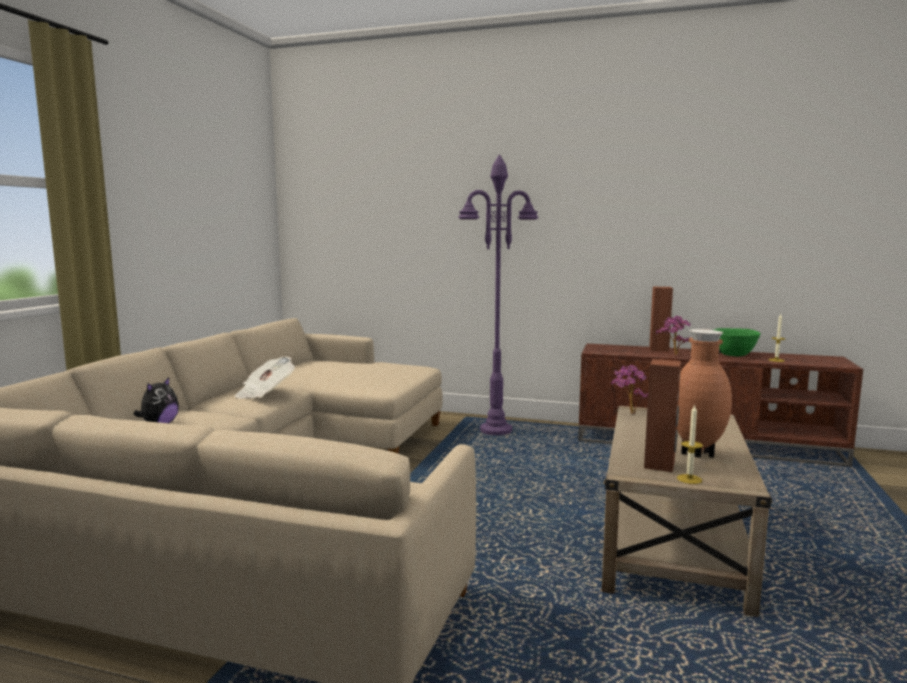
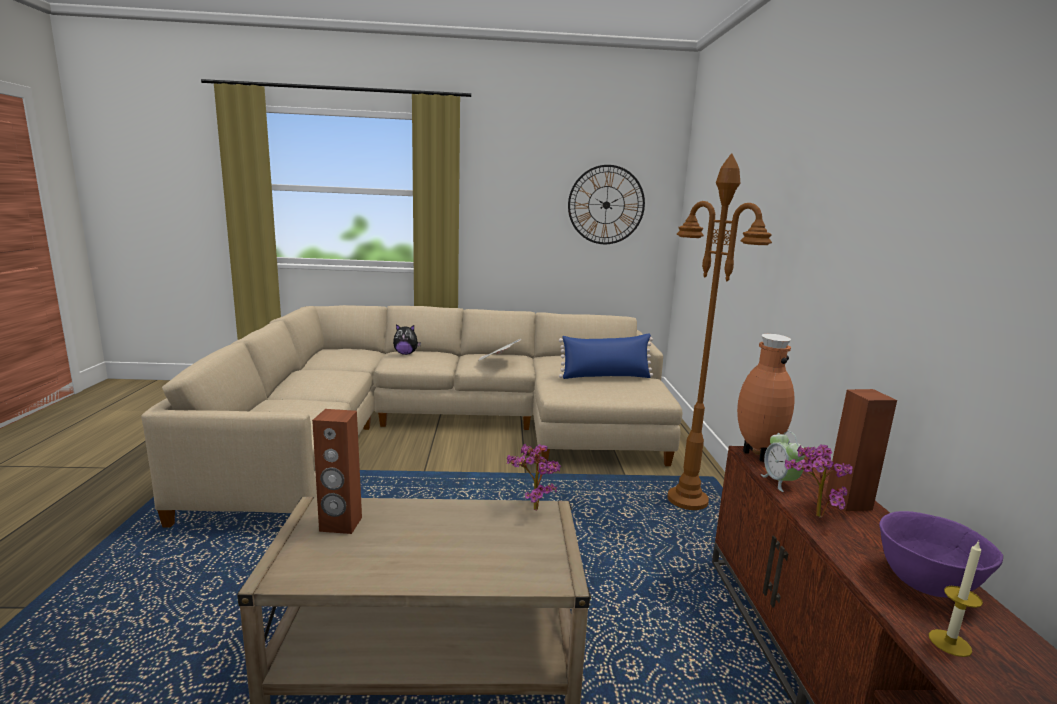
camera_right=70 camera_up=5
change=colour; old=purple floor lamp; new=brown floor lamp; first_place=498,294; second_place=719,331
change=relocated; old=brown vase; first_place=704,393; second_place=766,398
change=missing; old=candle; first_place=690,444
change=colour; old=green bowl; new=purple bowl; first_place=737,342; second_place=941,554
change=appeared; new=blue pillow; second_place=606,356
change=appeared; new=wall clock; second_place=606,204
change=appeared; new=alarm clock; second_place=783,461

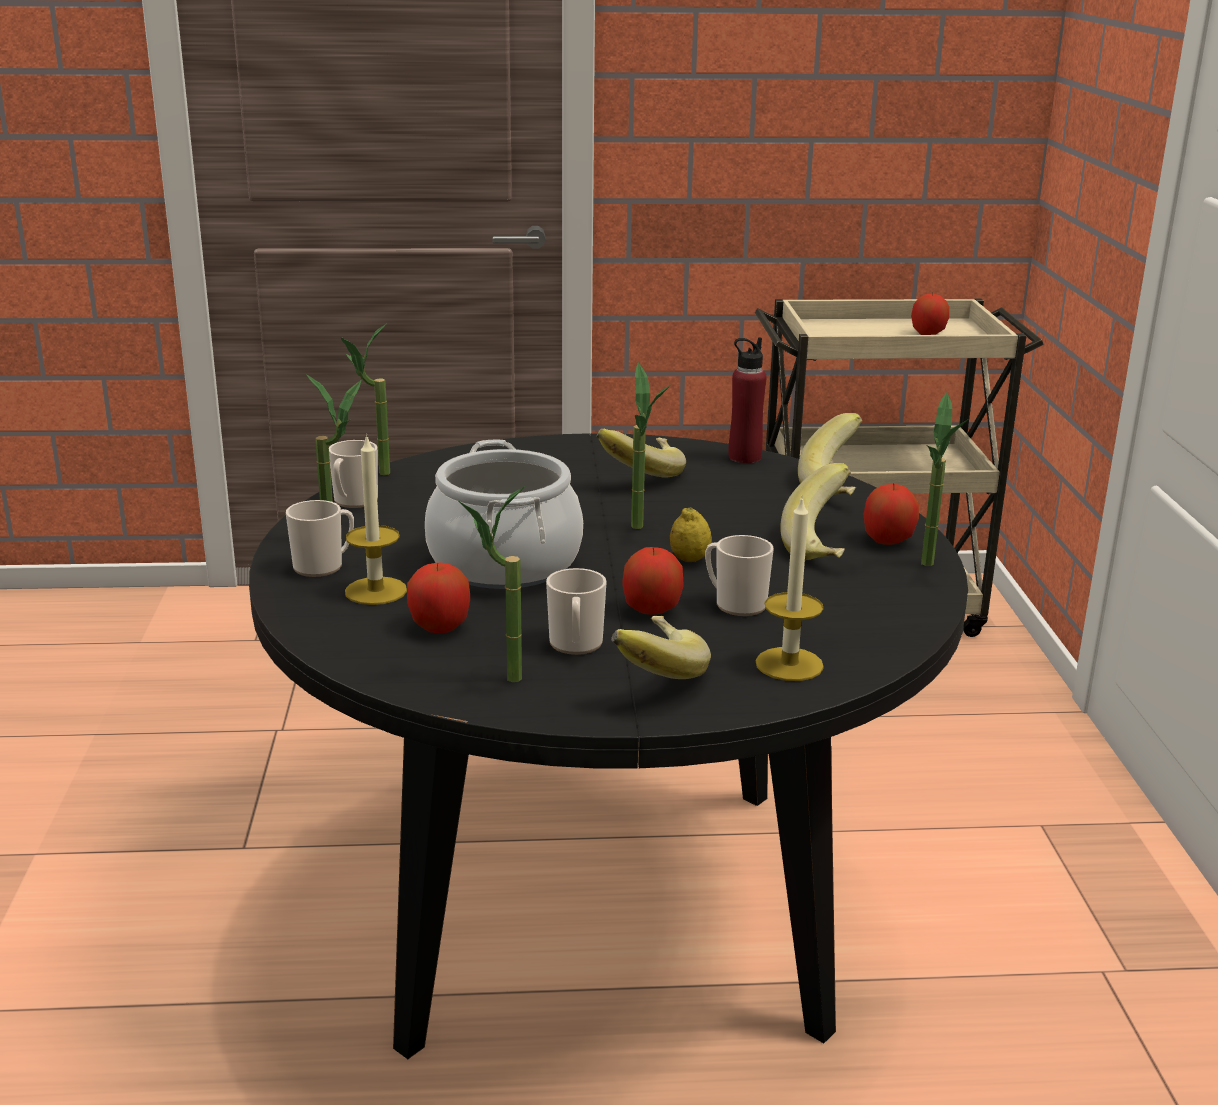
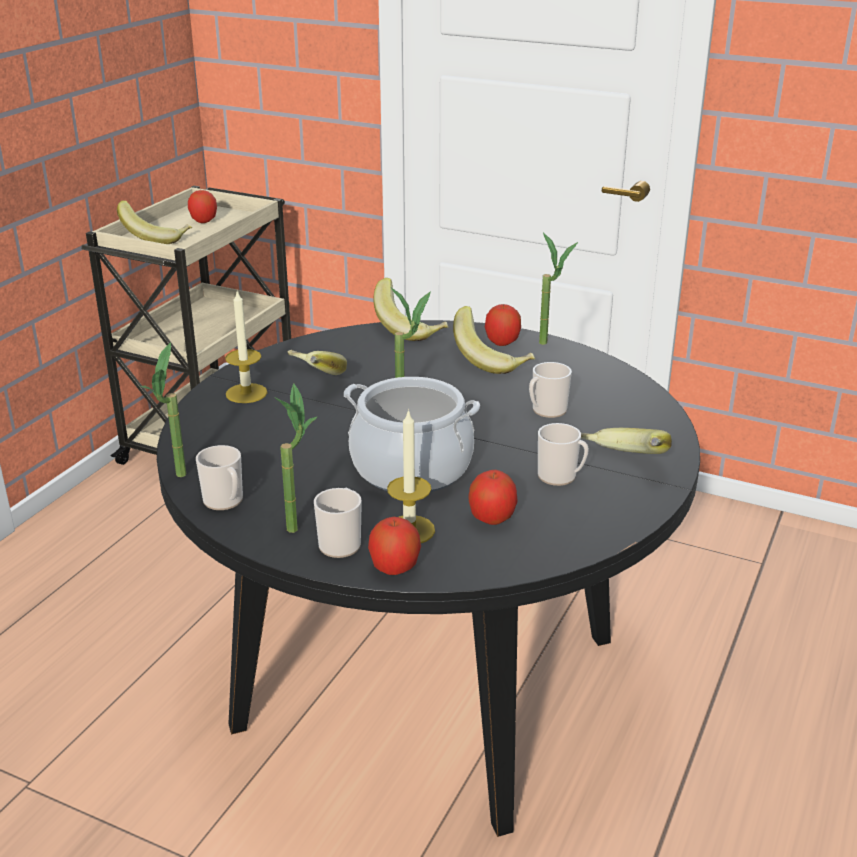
camera_right=-60 camera_up=5
change=missing; old=potted plant; first_place=492,584
change=relocated; old=apple; first_place=653,581; second_place=394,546
change=missing; old=lemon; first_place=691,534
change=missing; old=red bottle; first_place=747,400
change=relocated; old=candle; first_place=790,589; second_place=246,347
change=appeared; new=banana; second_place=154,222

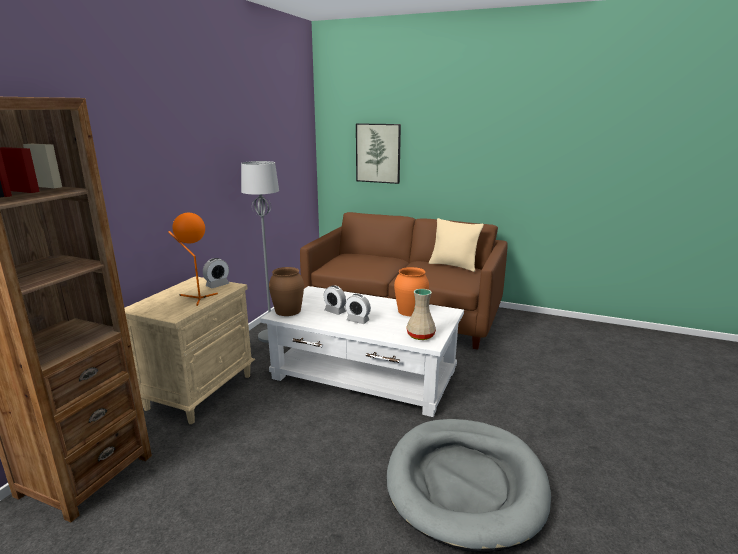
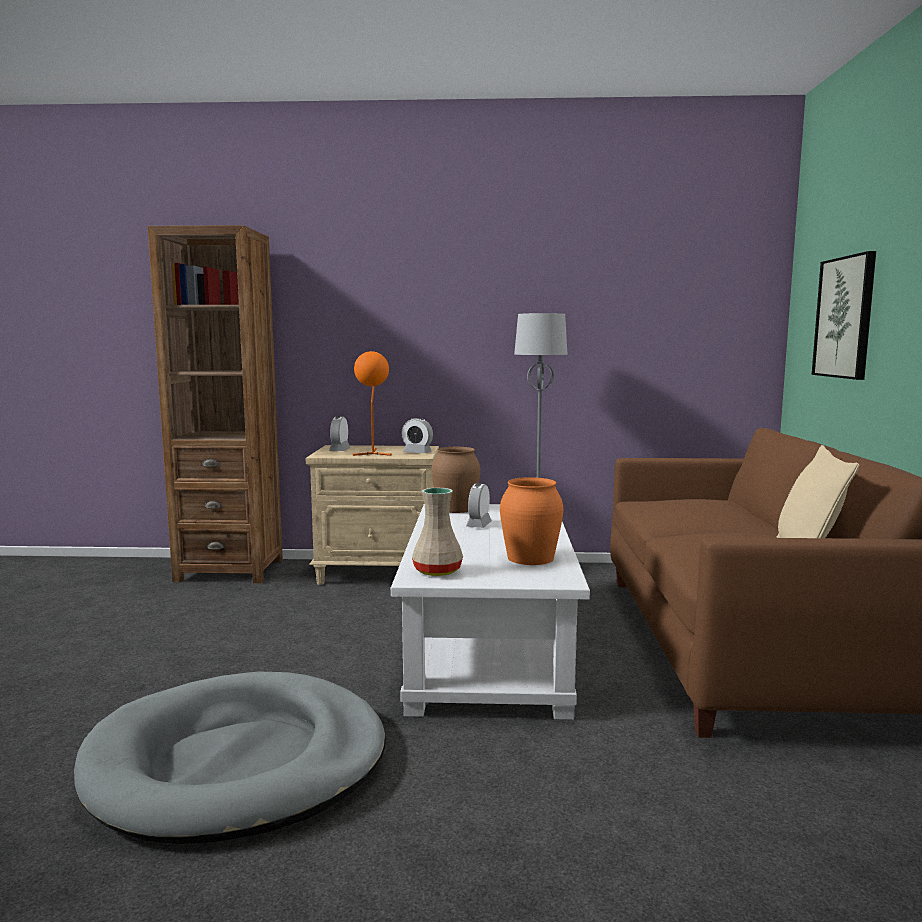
camera_right=70 camera_up=-10
change=relocated; old=alarm clock; first_place=358,309; second_place=340,433

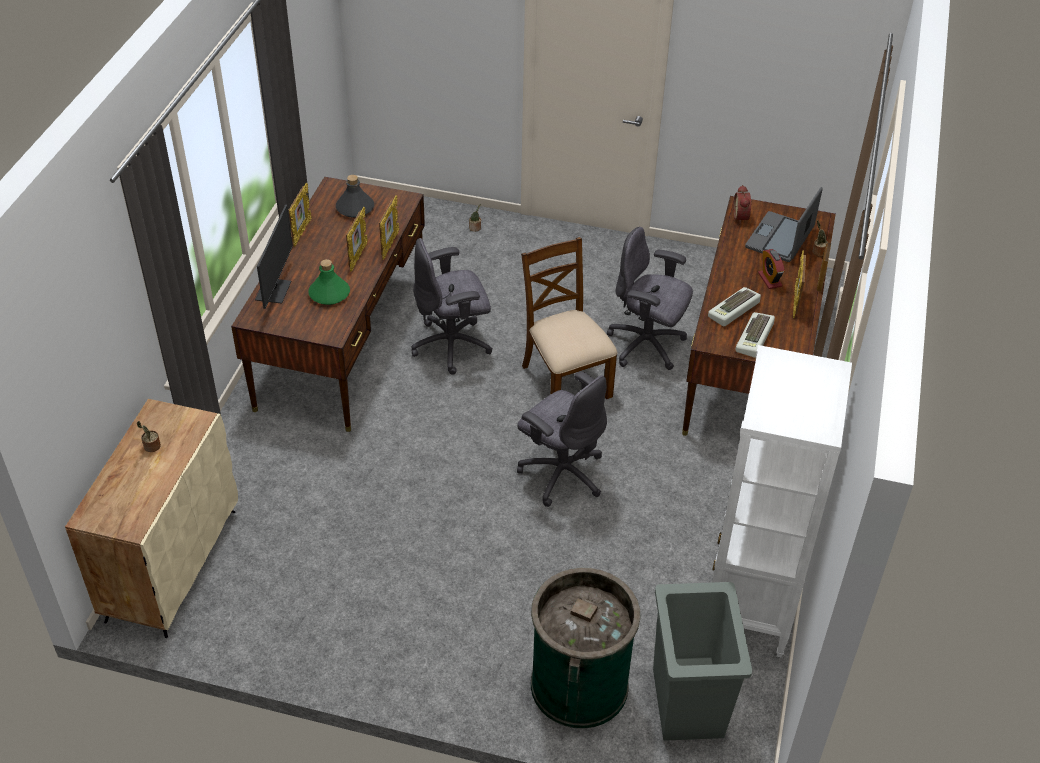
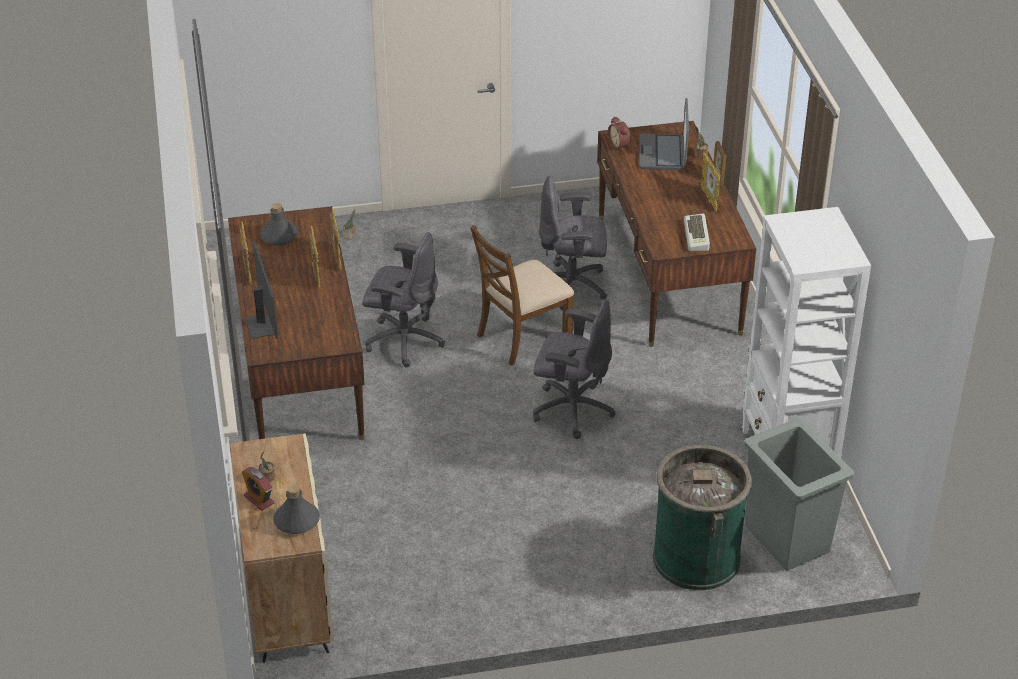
camera_right=-25 camera_up=-5
change=missing; old=green bottle; first_place=329,282
change=spun; old=grey office chair; first_place=452,306; second_place=404,299; degrees=-120
change=spun; old=brown chair; first_place=569,318; second_place=522,295; degrees=-75
change=missing; old=keyboard; first_place=734,306
change=relocated; old=alarm clock; first_place=771,269; second_place=258,489
change=appeared; new=grey bottle; second_place=296,509

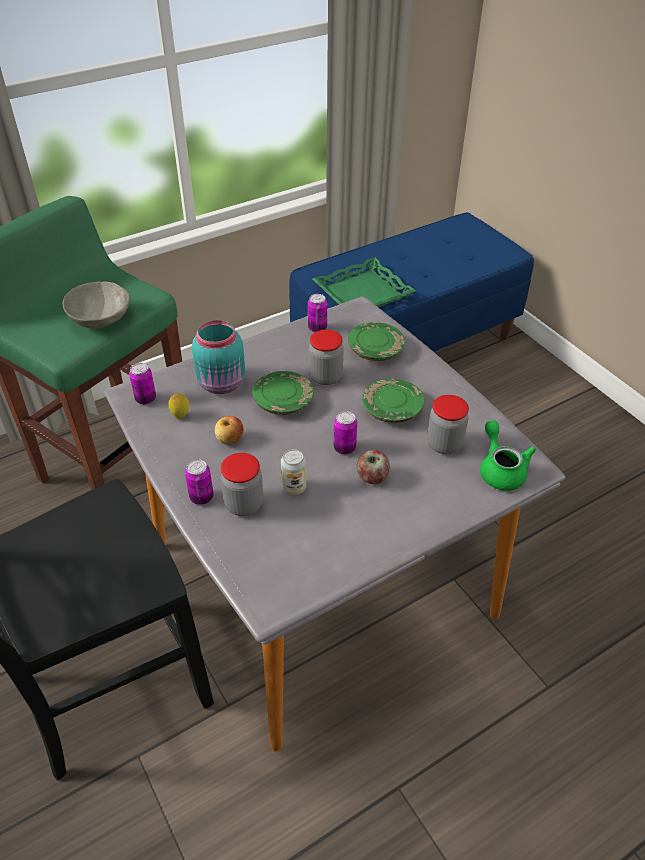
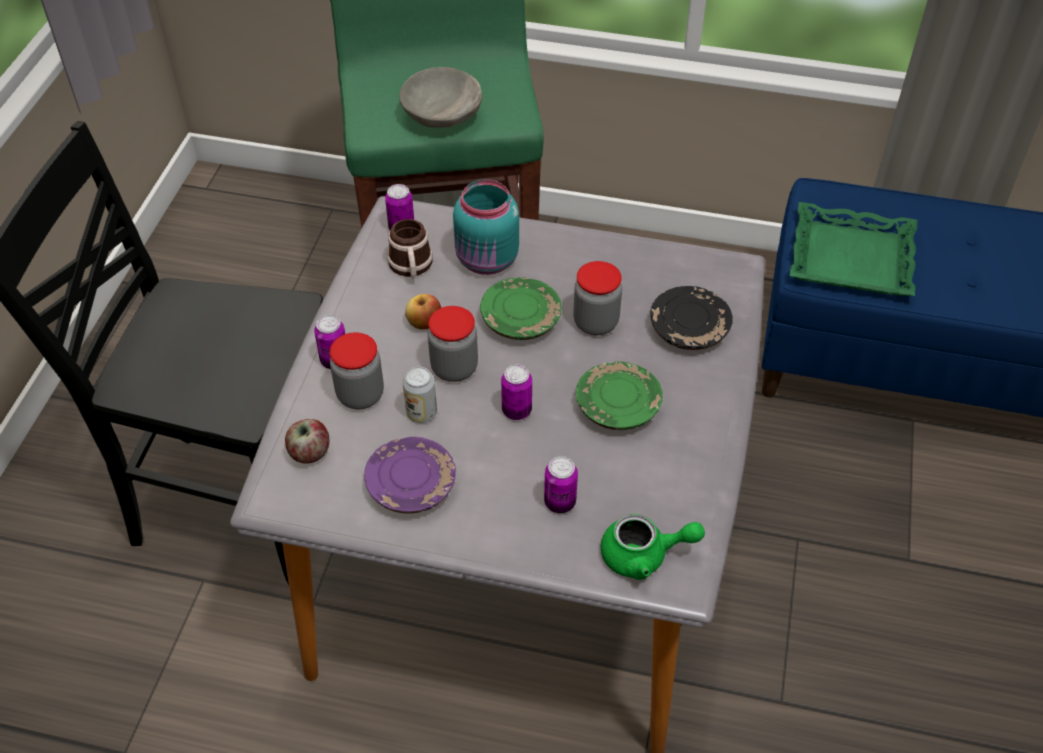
camera_right=45 camera_up=5
change=exchanged; old=lemon; new=mug; first_place=179,406; second_place=410,248
change=relocated; old=can; first_place=317,313; second_place=561,484
change=colour; old=green plate; new=black plate; first_place=376,341; second_place=691,318
change=relocated; old=apple; first_place=373,467; second_place=307,441
change=relocated; old=jar; first_place=448,424; second_place=453,344
change=spun; old=green teapot; first_place=508,456; second_place=653,547; degrees=60
change=appeared; new=purple plate; second_place=410,475

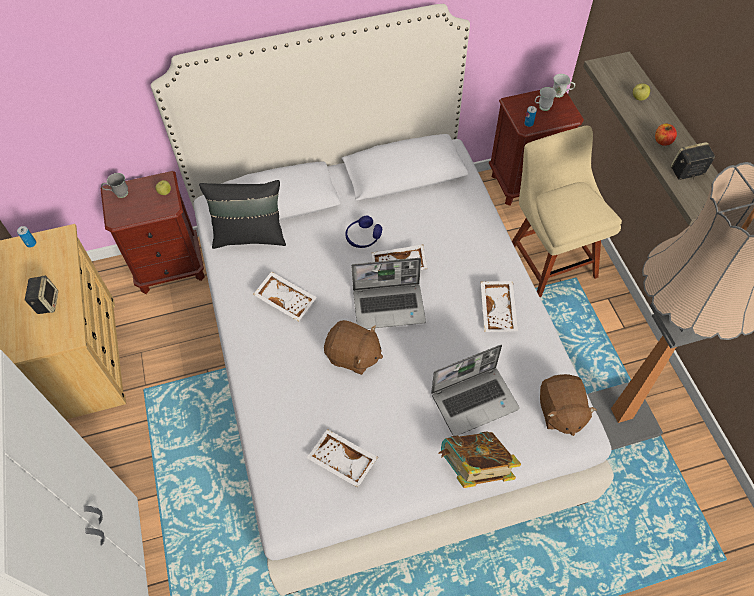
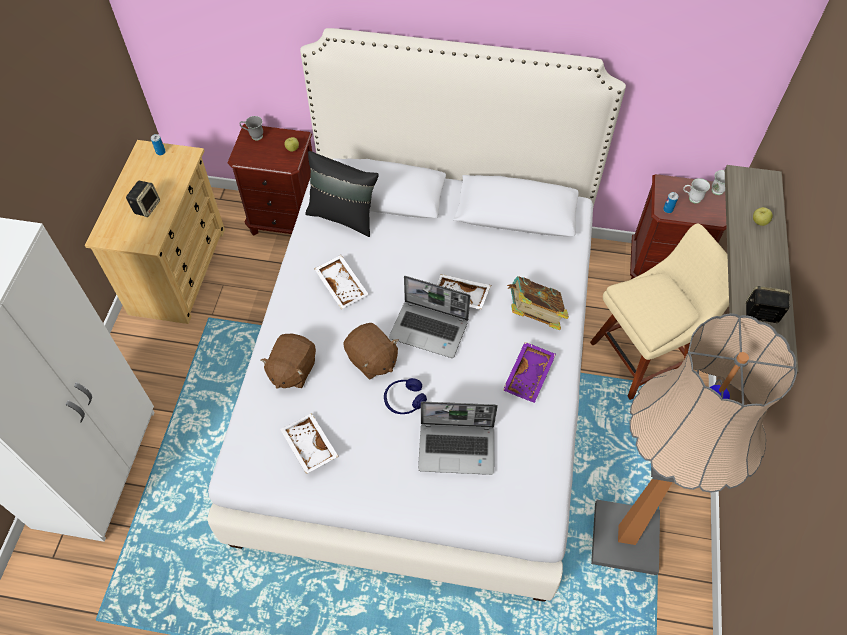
camera_right=25 camera_up=0
change=relocated; old=blue headphones; first_place=363,232; second_place=405,396
change=relocated; old=book; first_place=479,459; second_place=538,303
change=colour; old=white tray; new=purple tray; first_place=499,306; second_place=529,372
change=spun; old=beige chair; first_place=567,211; second_place=659,311; degrees=60
change=relocated; old=brown plush toy; first_place=568,405; second_place=288,361
change=missing; old=apple; first_place=666,134

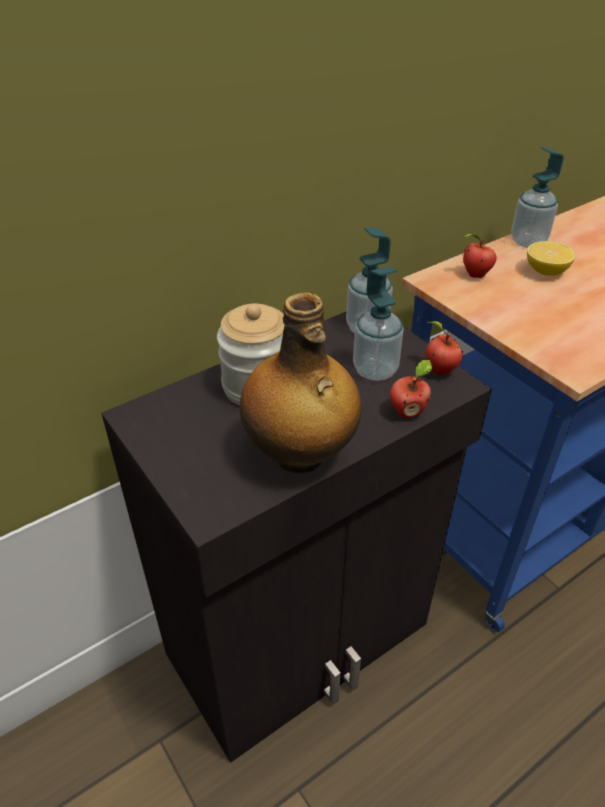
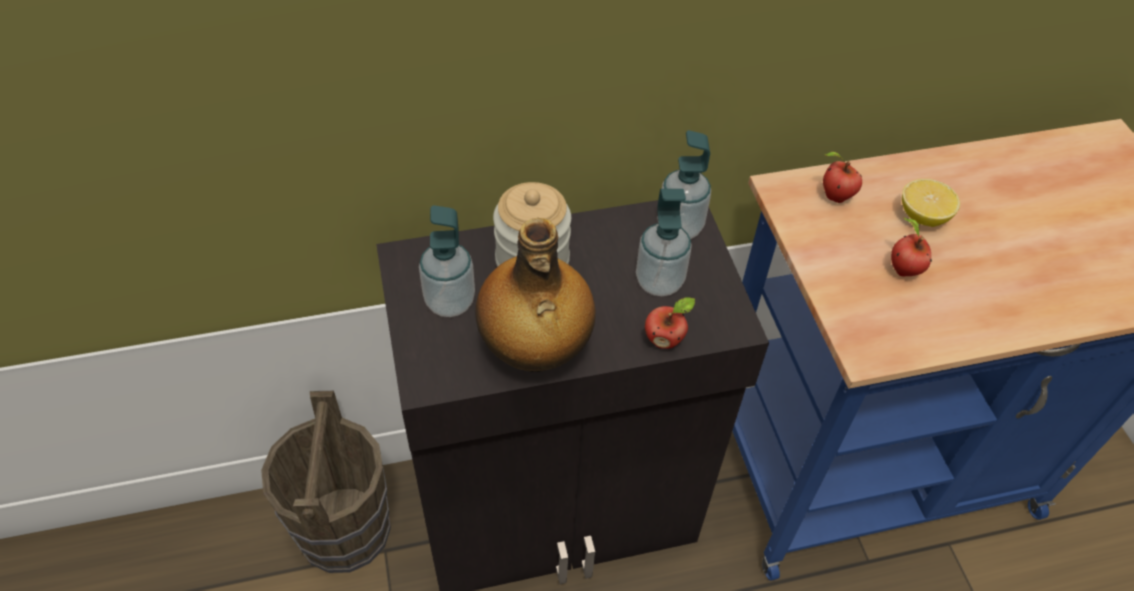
camera_right=20 camera_up=10
change=relocated; old=apple; first_place=444,348; second_place=911,246
change=relocated; old=soap dispenser; first_place=537,197; second_place=447,261
change=appeared; new=brown bucket; second_place=326,482

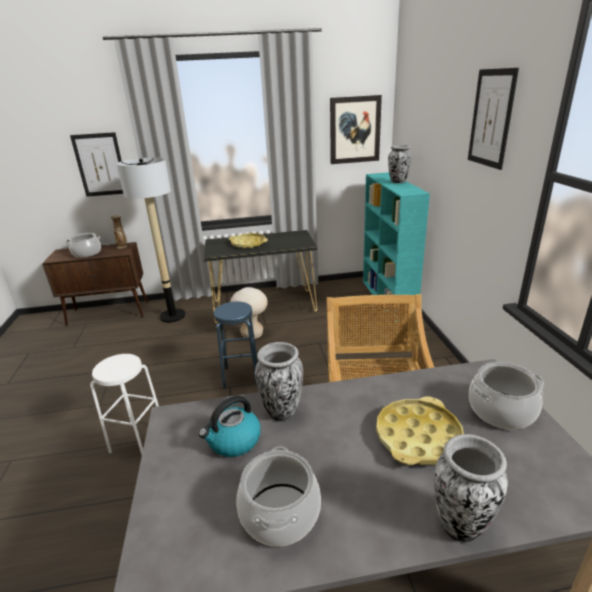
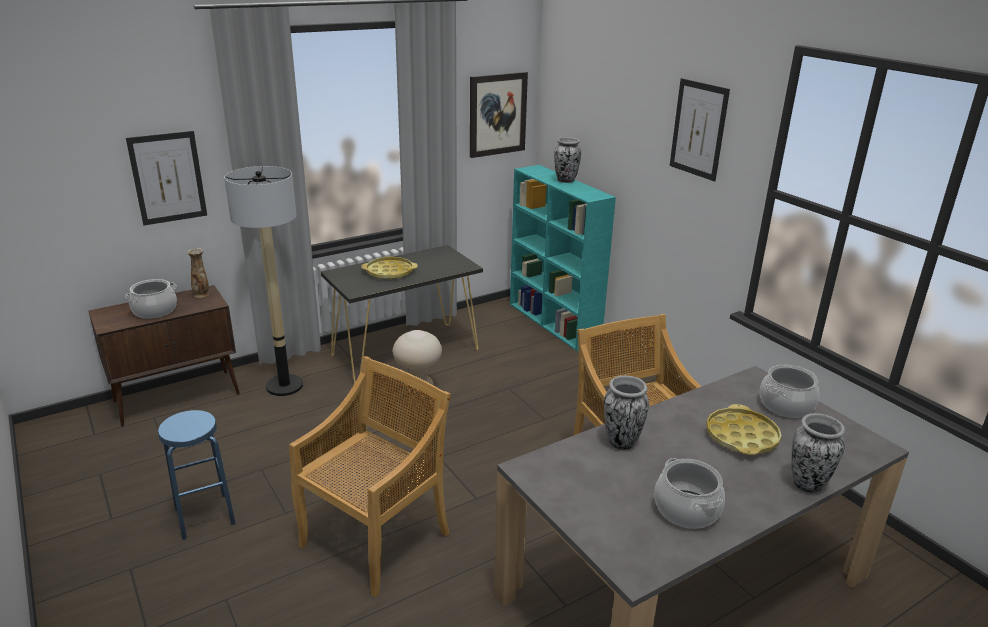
camera_right=-25 camera_up=0
change=exchanged; old=white stool; new=beige chair; first_place=124,404; second_place=370,476
change=missing; old=kettle; first_place=230,426
change=relocated; old=blue stool; first_place=236,345; second_place=196,475

